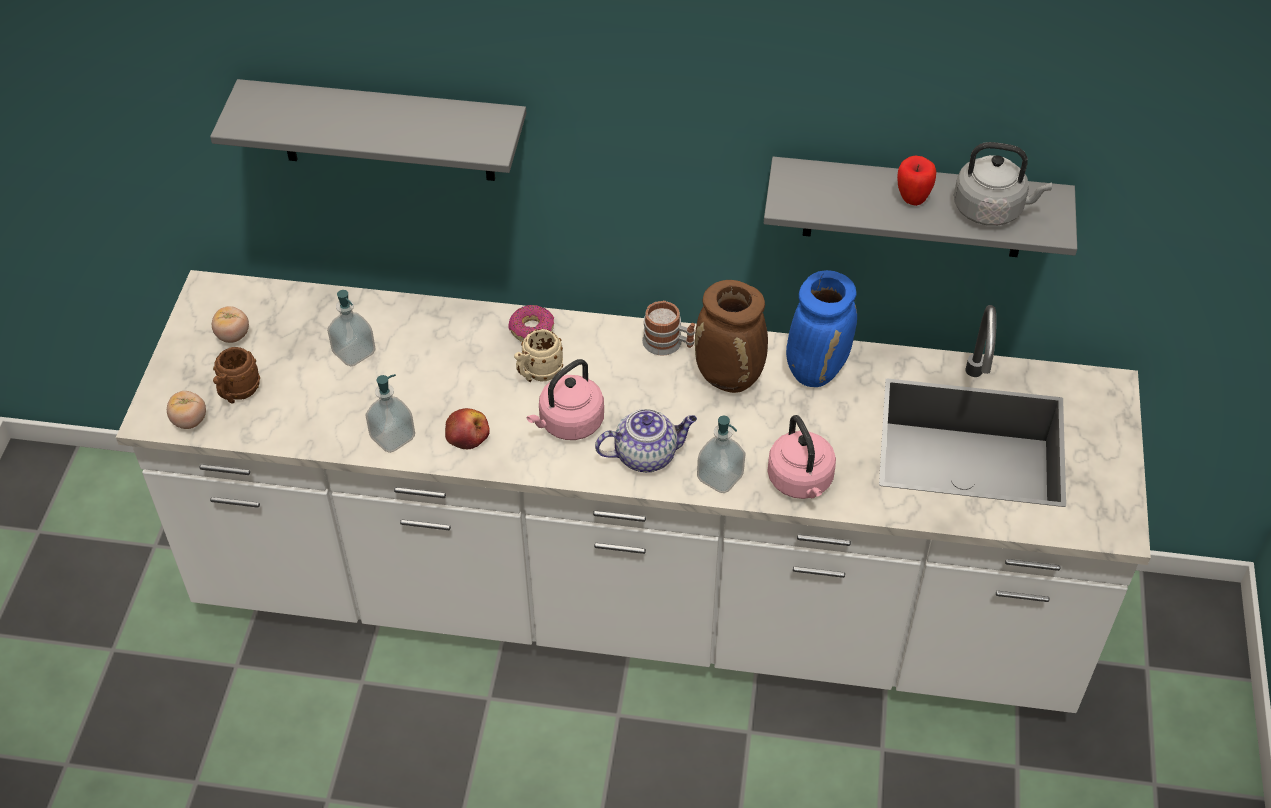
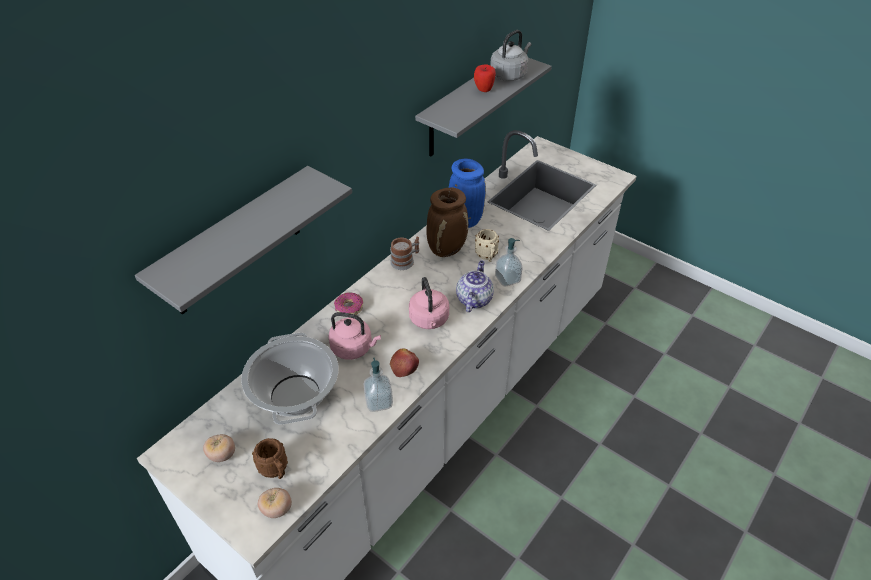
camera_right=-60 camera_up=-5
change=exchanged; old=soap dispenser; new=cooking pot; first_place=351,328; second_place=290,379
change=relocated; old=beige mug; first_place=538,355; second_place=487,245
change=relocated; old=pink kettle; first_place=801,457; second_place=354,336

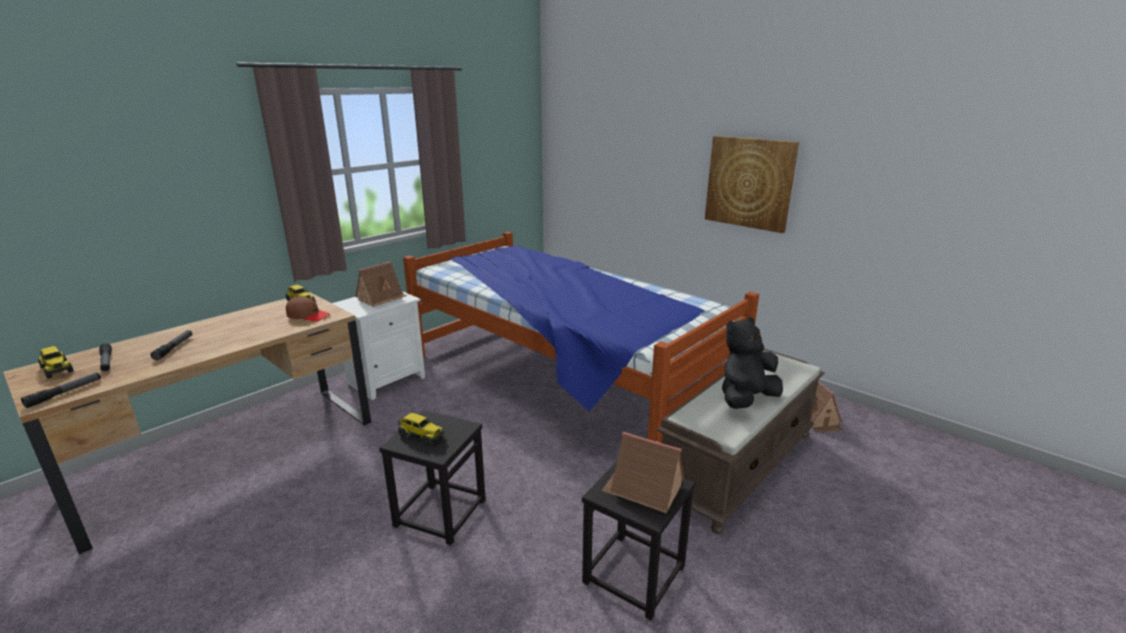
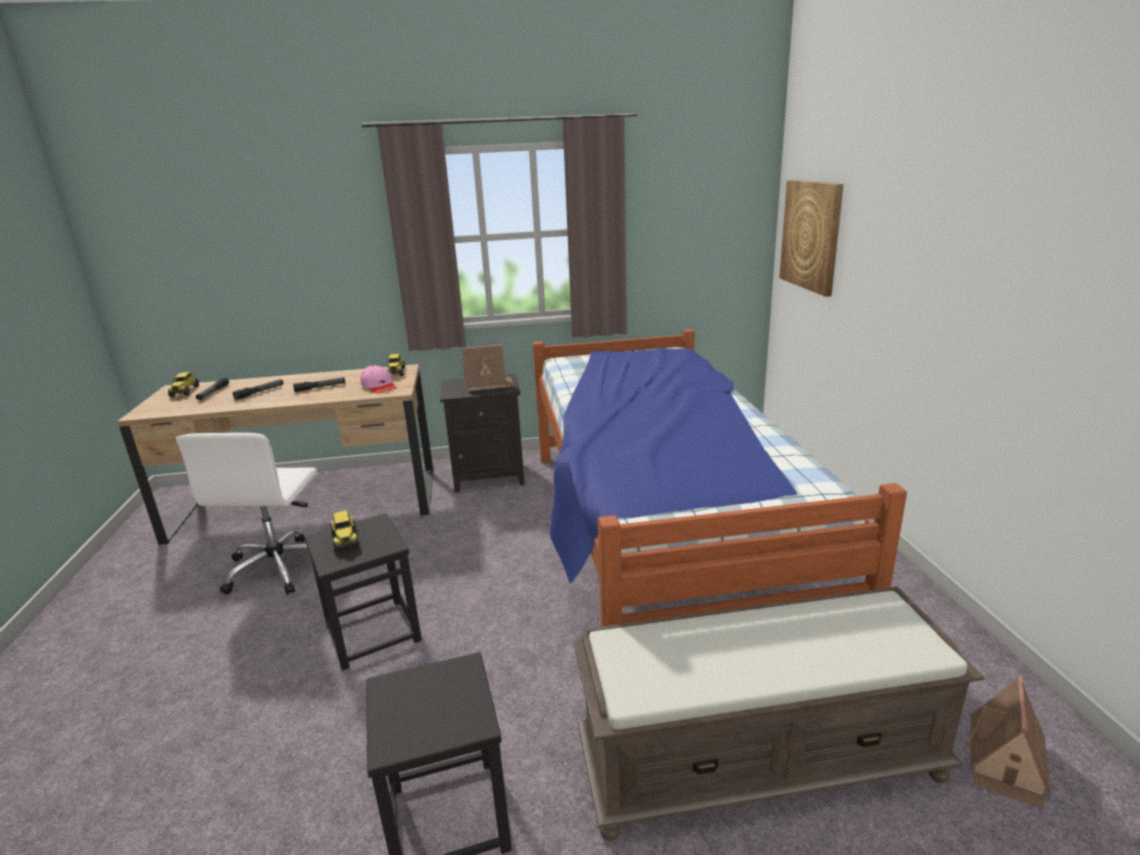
camera_right=40 camera_up=0
change=relocated; old=flashlight; first_place=61,390; second_place=319,384
change=colour; old=brown cap; new=pink cap; first_place=308,308; second_place=378,379
change=colour; old=white nightstand; new=black nightstand; first_place=378,345; second_place=482,433
change=missing; old=toy house; first_place=643,472
change=relocated; old=picture; first_place=752,184; second_place=811,238
change=missing; old=black plush toy; first_place=752,363
change=appeared; new=white office chair; second_place=246,514

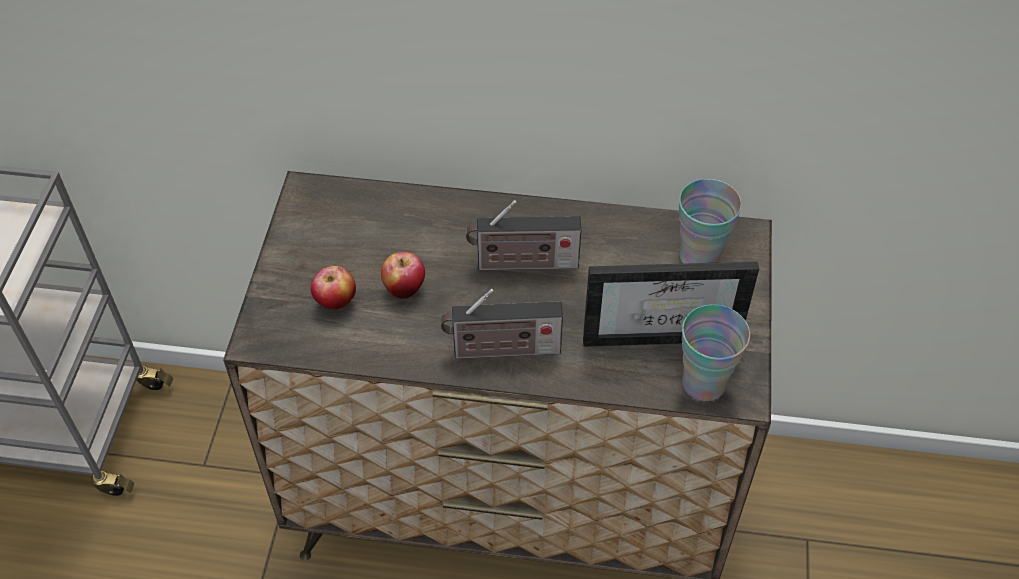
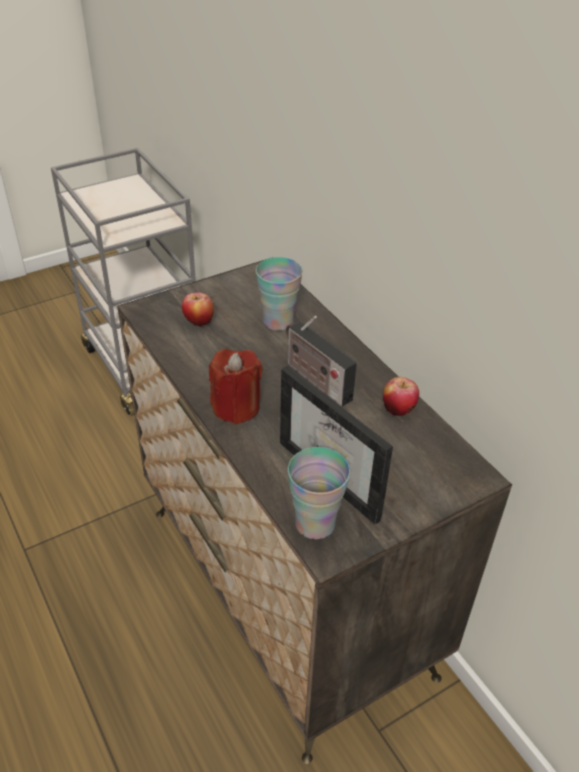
camera_right=50 camera_up=-10
change=relocated; old=apple; first_place=403,275; second_place=401,396
change=exchanged; old=radio; new=red candle; first_place=502,324; second_place=235,386
change=relocated; old=cup; first_place=710,221; second_place=279,294

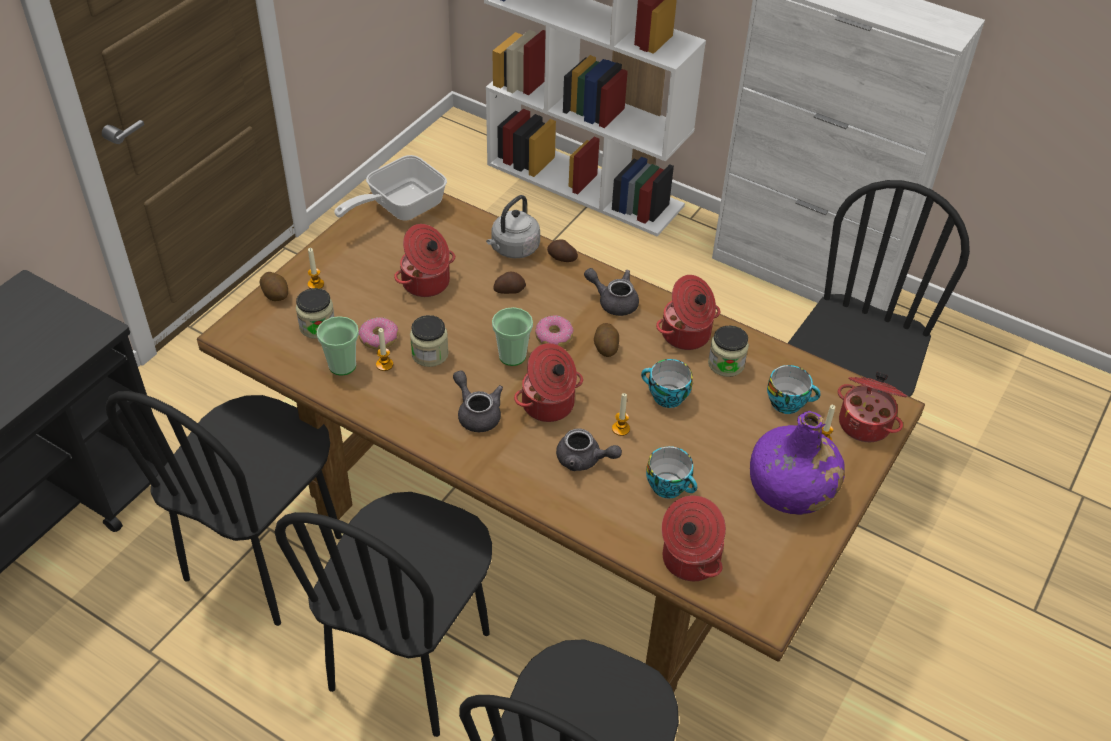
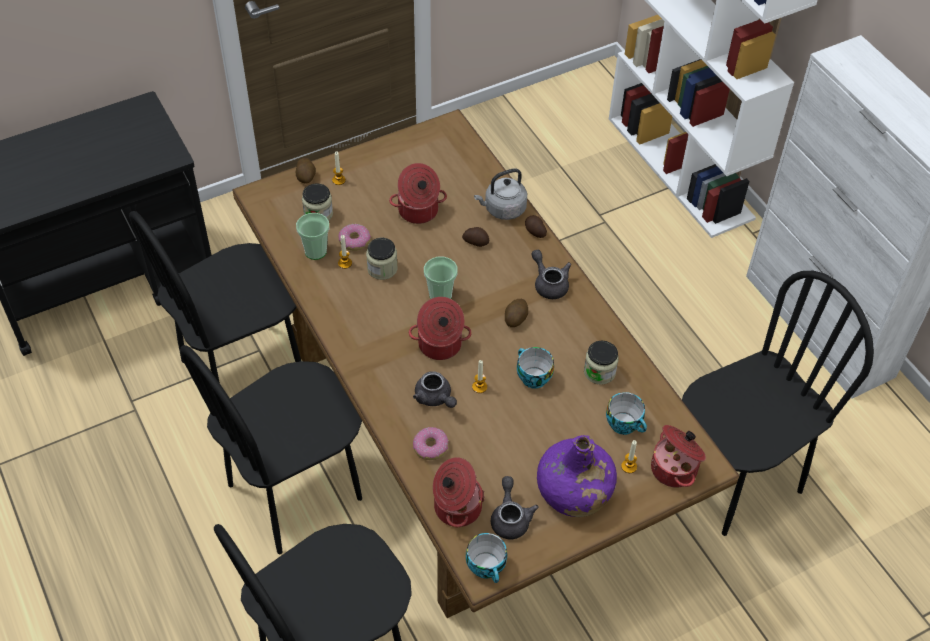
camera_right=30 camera_up=5
change=missing; old=frying pan; first_place=390,188
change=relocated; old=grey teapot; first_place=478,401; second_place=515,508
change=relocated; old=donut; first_place=554,331; second_place=430,443
change=relocated; old=cup; first_place=671,472; second_place=486,558
change=missing; old=cooking pot; first_place=688,312

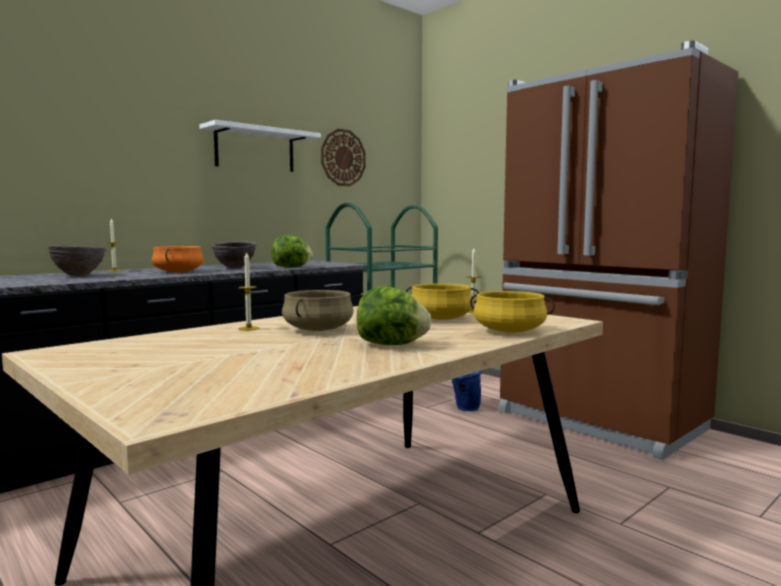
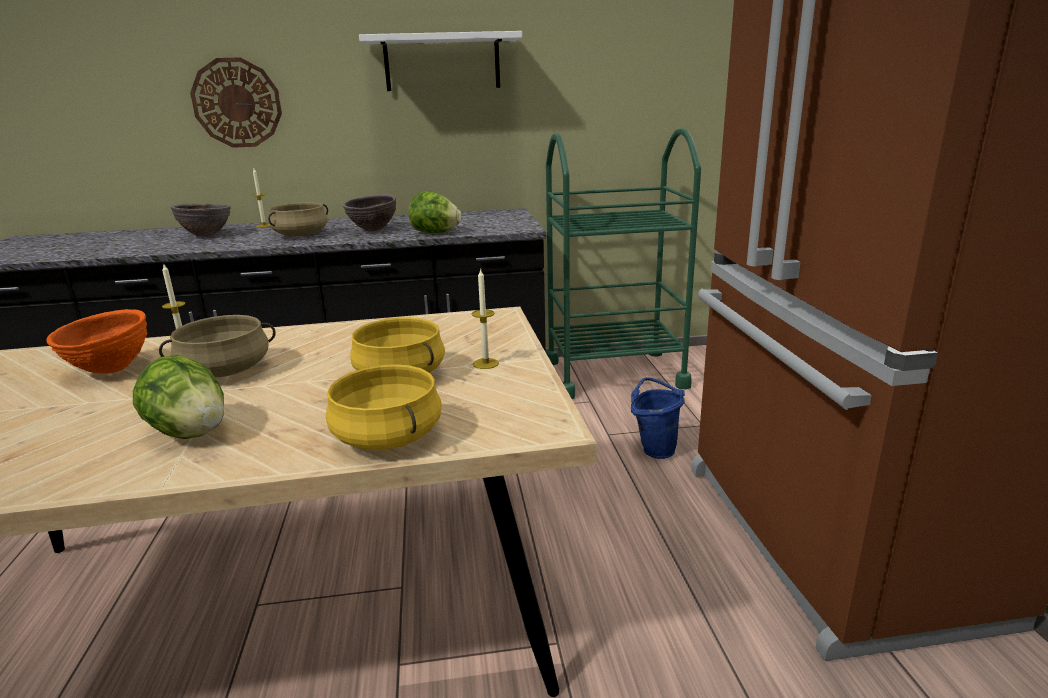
camera_right=35 camera_up=15
change=colour; old=orange cooking pot; new=beige cooking pot; first_place=178,259; second_place=298,219
change=relocated; old=wall clock; first_place=343,157; second_place=236,102
change=appeared; new=orange bowl; second_place=96,341

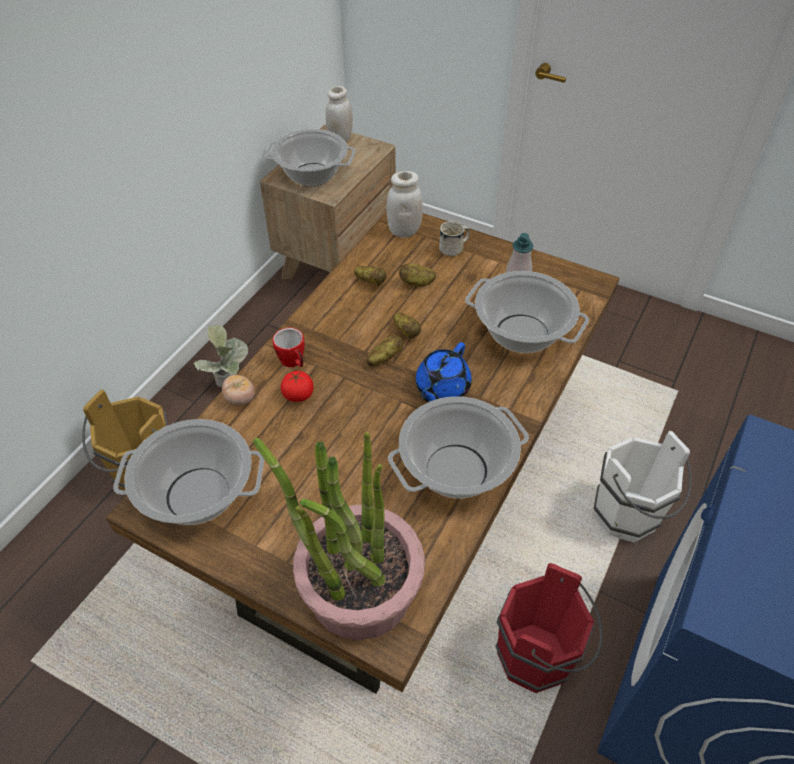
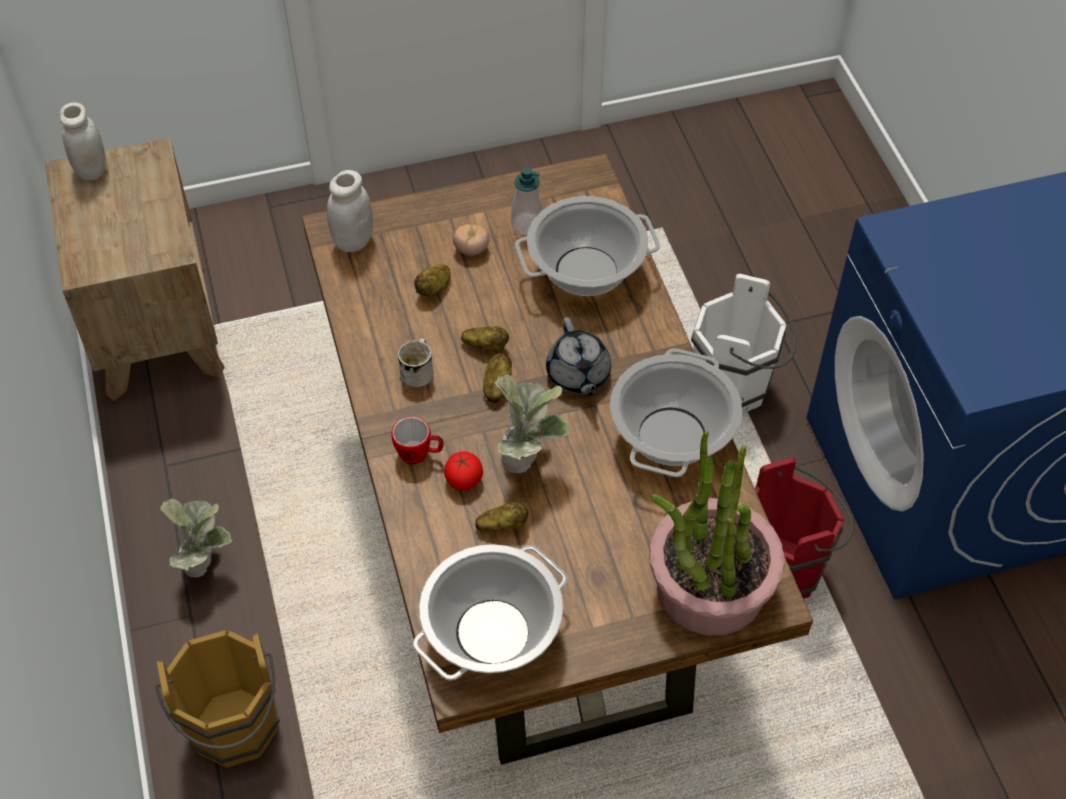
camera_right=-45 camera_up=5
change=relocated; old=tomato; first_place=238,390; second_place=471,240
change=missing; old=cooking pot; first_place=309,158
change=relocated; old=potato; first_place=370,276; second_place=502,517
change=colour; old=blue teapot; new=grey teapot; first_place=444,372; second_place=578,356
change=relocated; old=white mug; first_place=454,238; second_place=415,363
change=appeared; new=potted plant; second_place=532,423

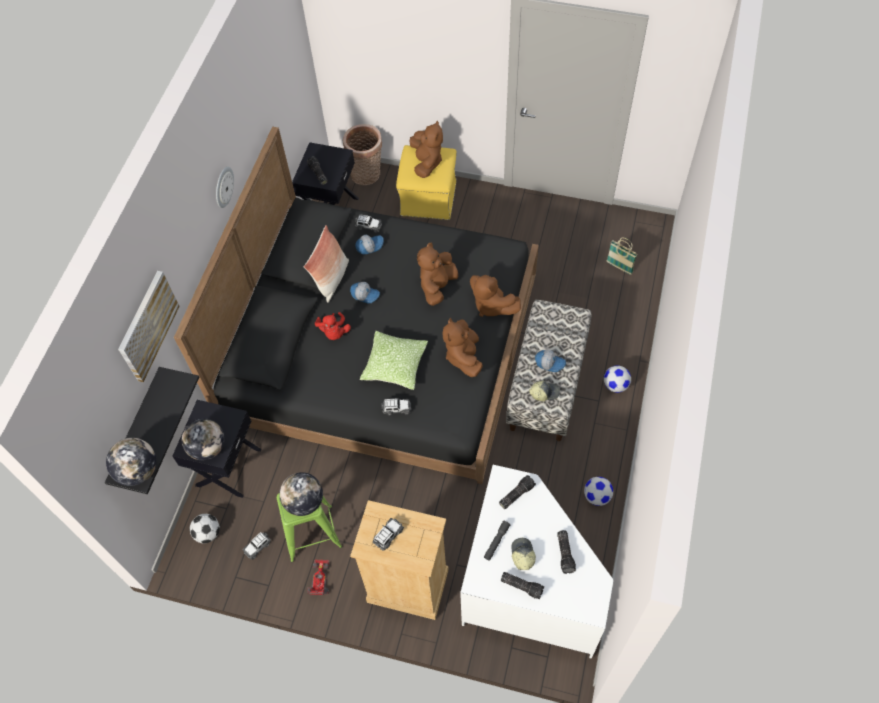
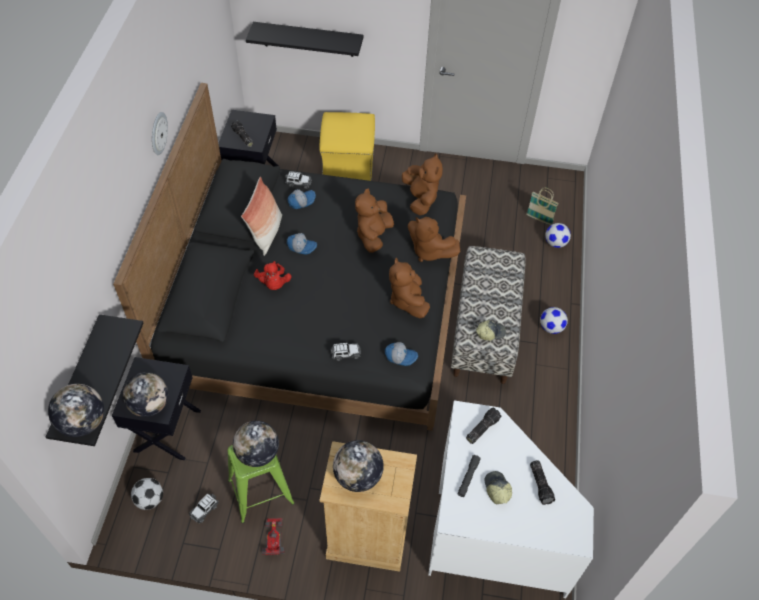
camera_right=-10 camera_up=-5
change=missing; old=picture; first_place=149,326
change=missing; old=basket; first_place=362,154
change=missing; old=pillow; first_place=394,360
change=exchanged; old=toy car; new=globe; first_place=388,534; second_place=358,466
change=relocated; old=brown plush toy; first_place=426,149; second_place=422,184
change=missing; old=flashlight; first_place=522,585
change=relocated; old=cap; first_place=550,361; second_place=401,354
change=relocated; old=football; first_place=598,491; second_place=558,235
change=appeared; new=black shelf; second_place=305,39

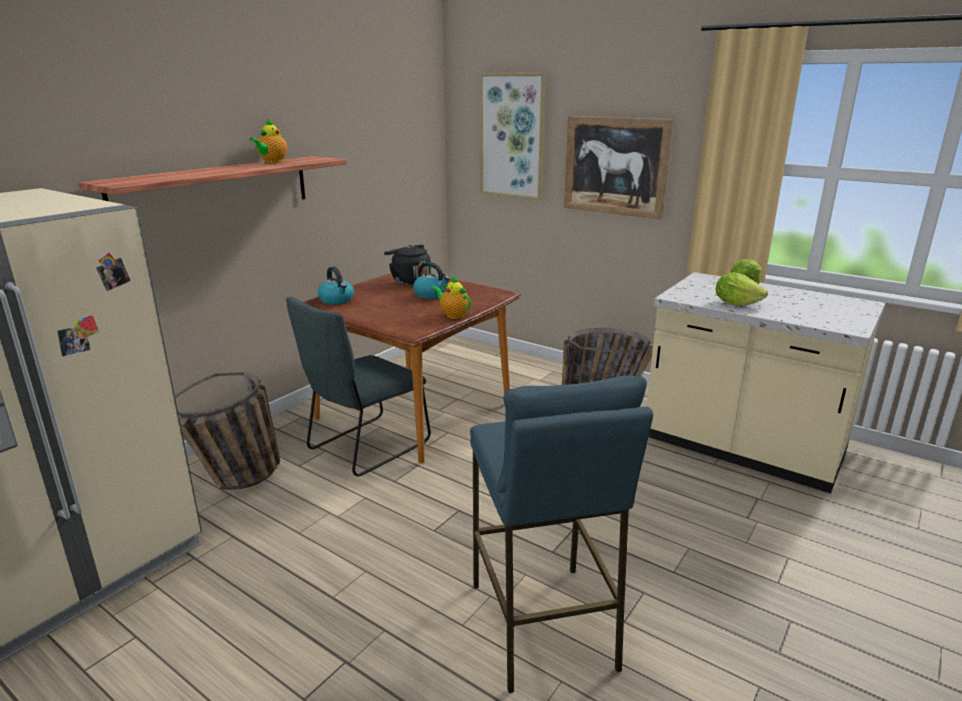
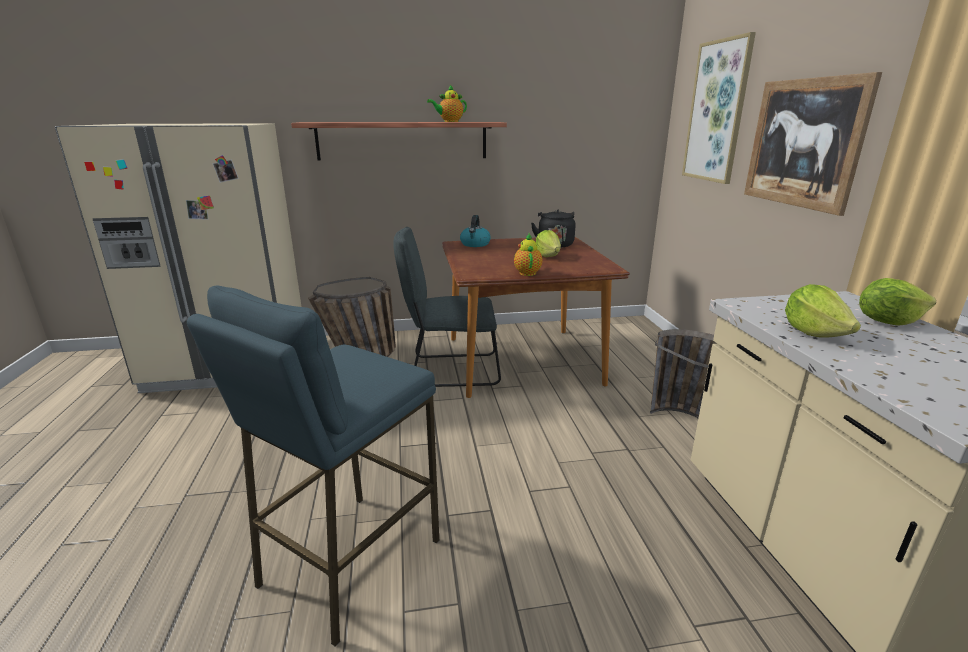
camera_right=45 camera_up=0
change=exchanged; old=kettle; new=lettuce; first_place=431,280; second_place=548,243

